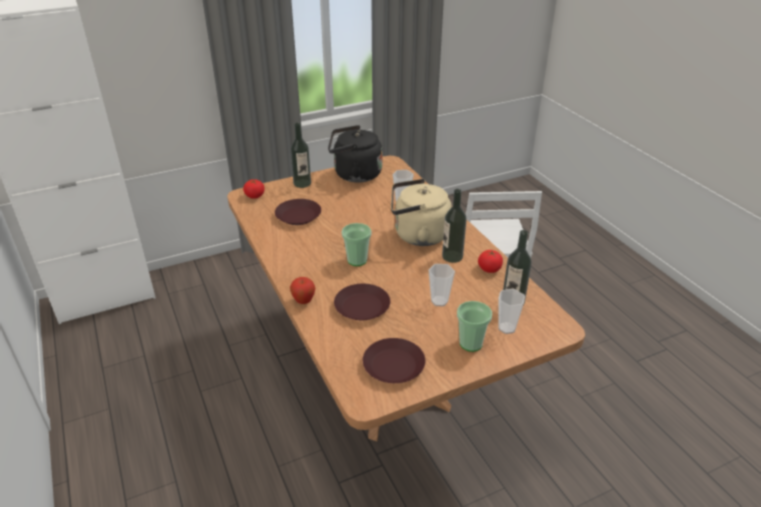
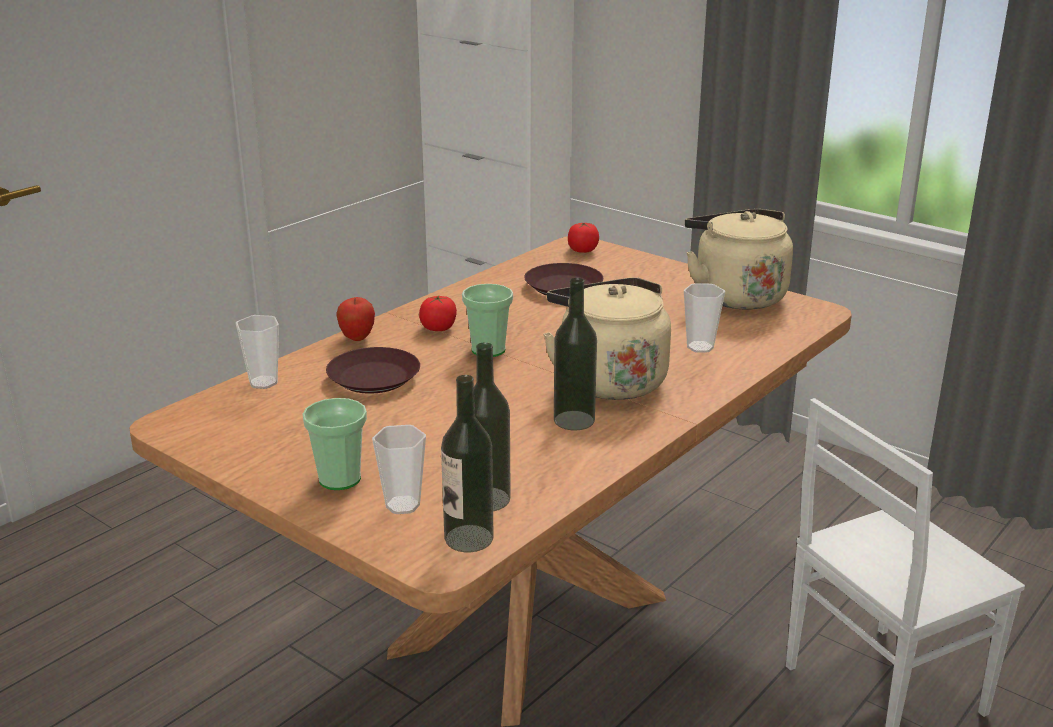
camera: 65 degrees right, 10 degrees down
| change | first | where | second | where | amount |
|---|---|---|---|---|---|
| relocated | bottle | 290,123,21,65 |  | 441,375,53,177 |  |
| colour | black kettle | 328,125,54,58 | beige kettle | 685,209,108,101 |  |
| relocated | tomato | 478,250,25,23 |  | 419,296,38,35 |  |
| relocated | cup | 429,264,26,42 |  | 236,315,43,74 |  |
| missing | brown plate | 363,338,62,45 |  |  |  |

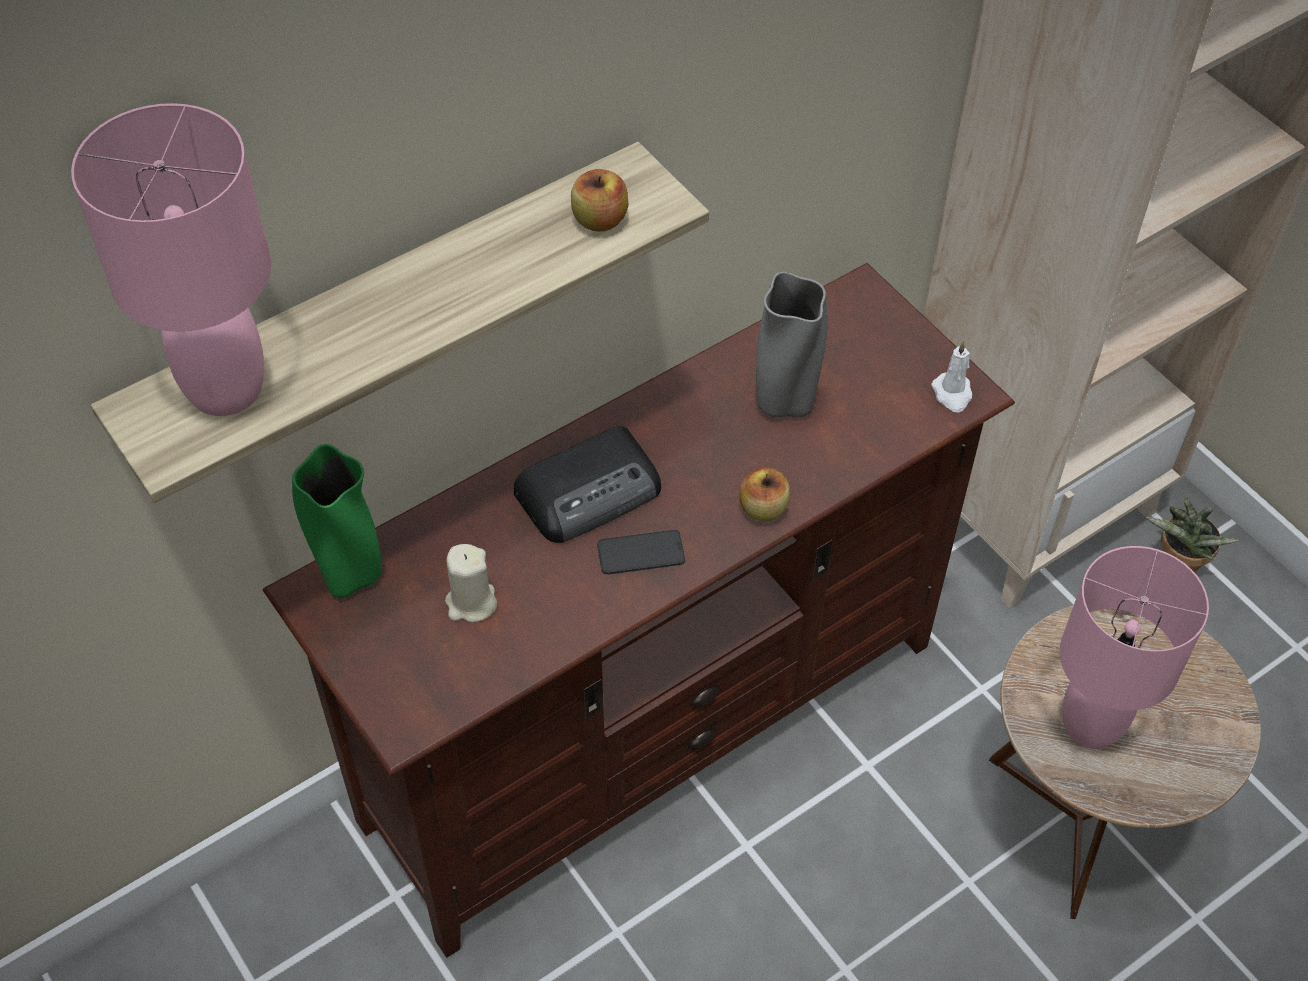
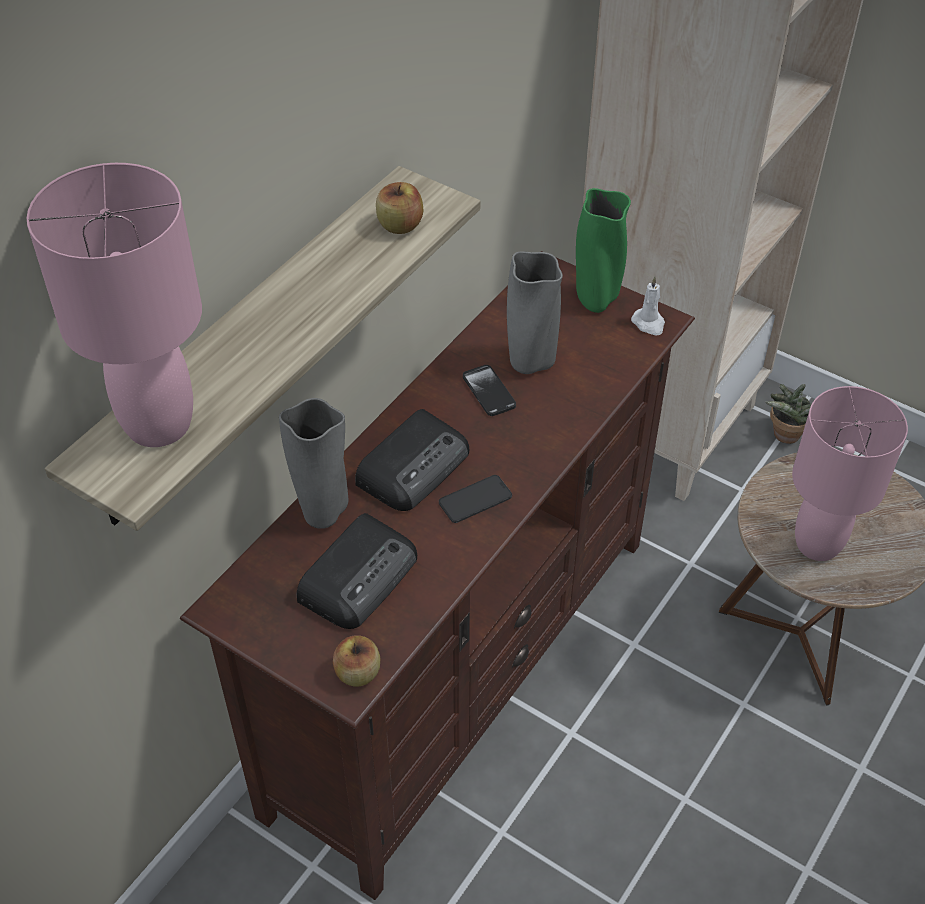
camera: 20 degrees left, 5 degrees down
| change | first | where | second | where | amount |
|---|---|---|---|---|---|
| relocated | green vase | 292,444,90,154 |  | 576,188,55,125 |  |
| relocated | apple | 740,468,50,54 |  | 333,636,47,50 |  |
| exchanged | beige candle | 445,544,52,78 | radio | 297,513,120,116 |  |
| appeared |  |  | phone | 463,365,53,51 |  |
| appeared |  |  | grey vase | 279,398,70,131 |  |

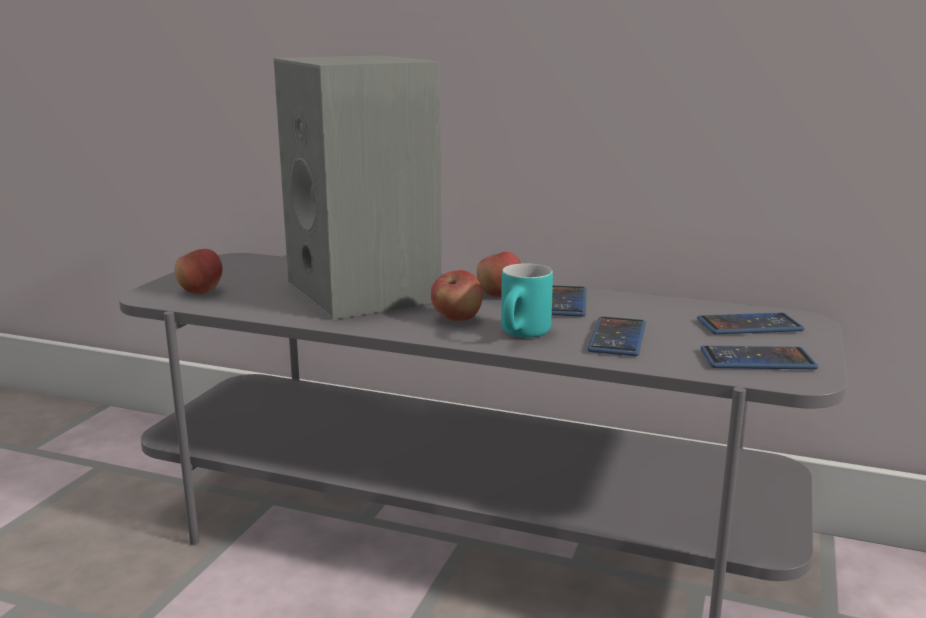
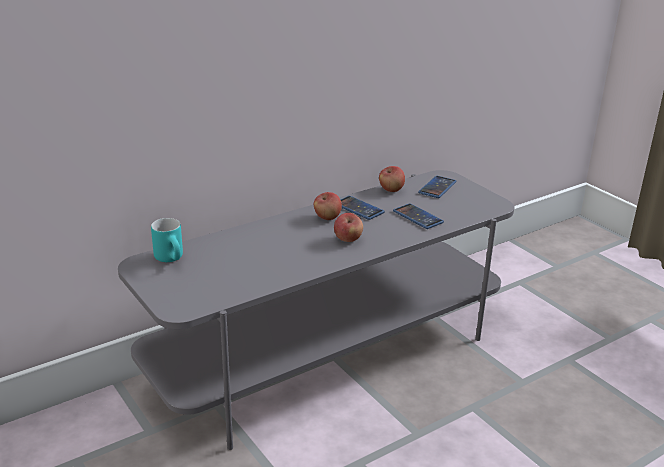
camera: 55 degrees left, 10 degrees up
| change | first | where | second | where | amount |
|---|---|---|---|---|---|
| missing | grey speaker | 274,55,168,265 |  |  |  |
| relocated | apple | 174,249,49,45 |  | 379,166,26,26 |  |
| relocated | turquoise mug | 501,263,52,74 |  | 151,218,32,44 |  |
| missing | phone | 700,346,118,23 |  |  |  |

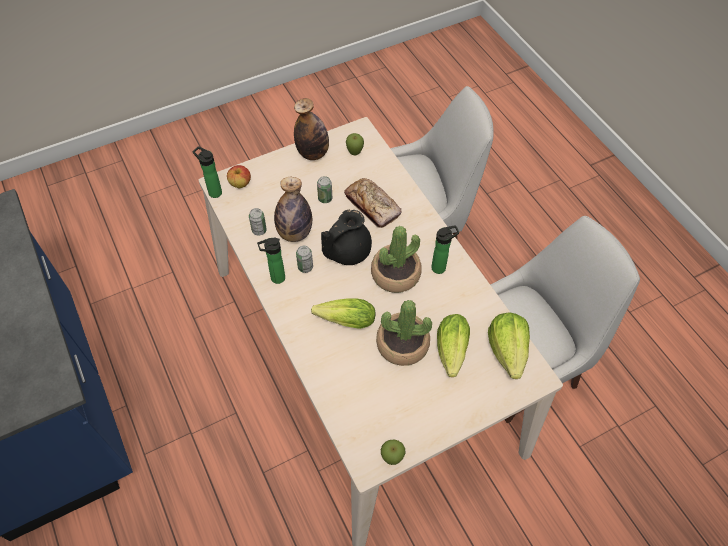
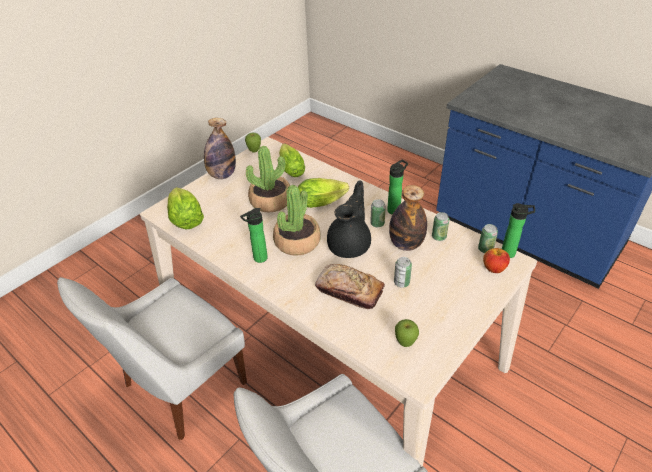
camera: 160 degrees right, 15 degrees down
| change | first | where | second | where | amount |
|---|---|---|---|---|---|
| relocated | bottle | 294,98,35,62 |  | 204,118,32,61 |  |
| relocated | lettuce | 437,314,33,63 |  | 279,143,26,34 |  |
| appeared |  |  | can | 478,224,20,29 |  |

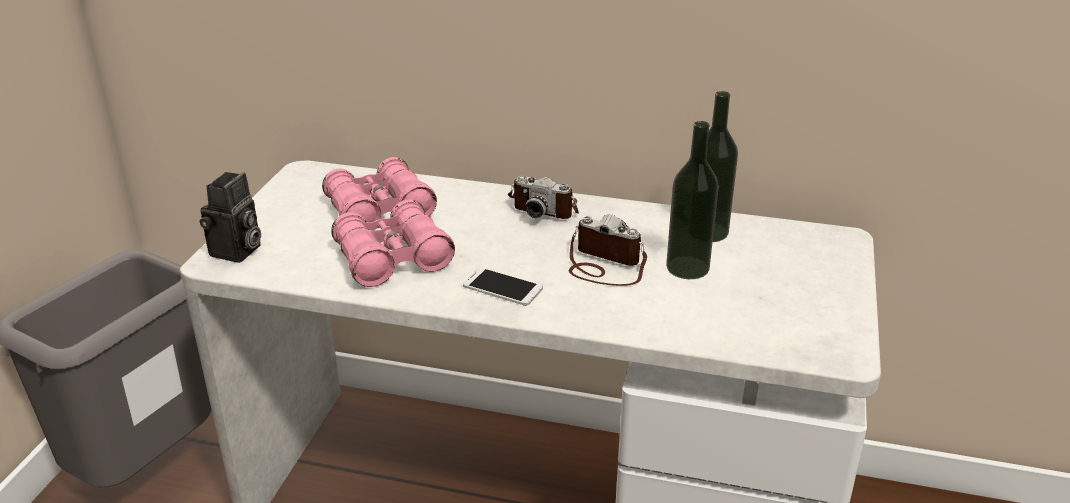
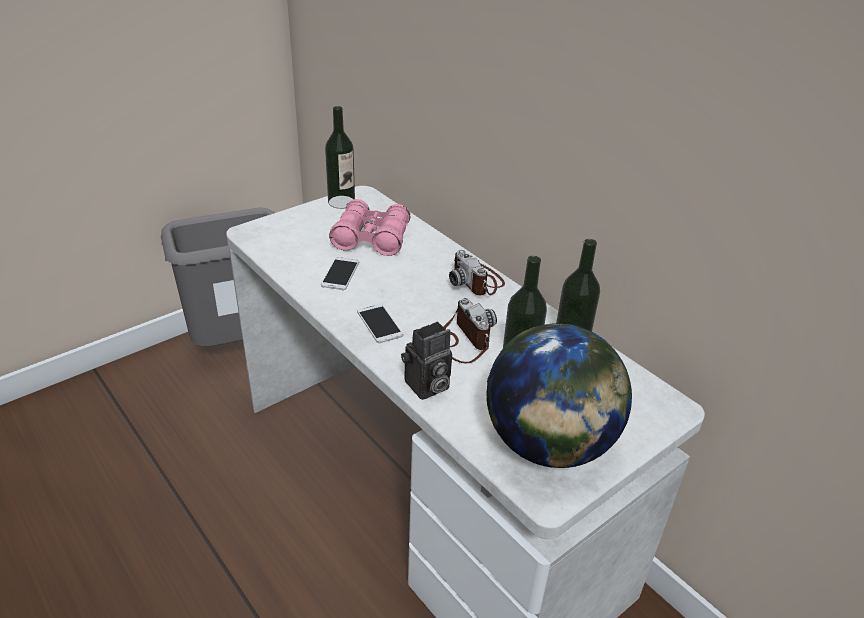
camera: 35 degrees right, 5 degrees up
| change | first | where | second | where | amount |
|---|---|---|---|---|---|
| relocated | photo camera | 199,172,62,91 |  | 401,321,51,79 |  |
| exchanged | pink binoculars | 331,199,124,88 | phone | 321,257,38,33 |  |
| appeared |  |  | bottle | 325,106,30,103 |  |
| appeared |  |  | globe | 486,323,146,145 |  |

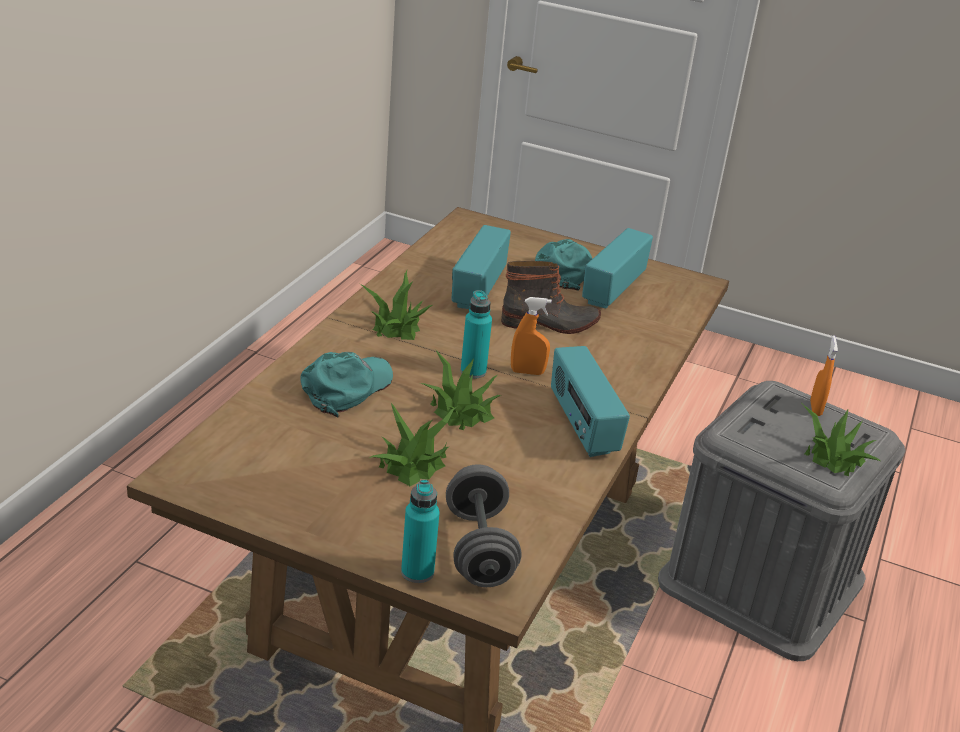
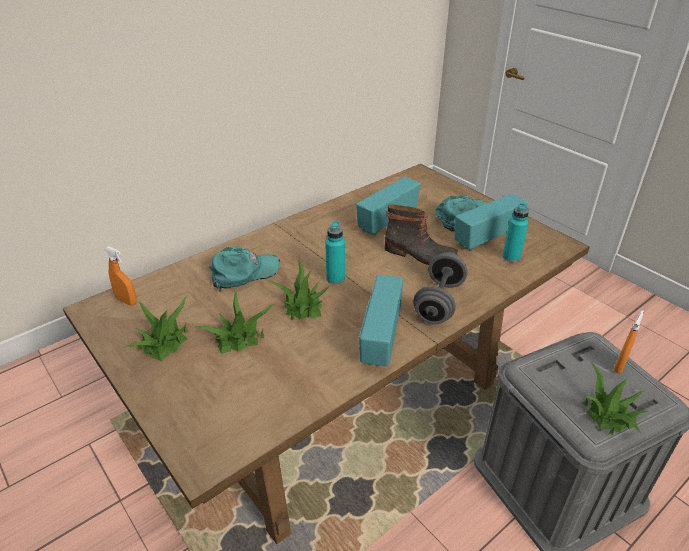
camera: 30 degrees right, 5 degrees up
| change | first | where | second | where | amount |
|---|---|---|---|---|---|
| relocated | potted plant | 360,270,73,70 |  | 123,294,66,67 |  |
| relocated | orange spray bottle | 511,297,41,78 |  | 105,246,32,60 |  |
| relocated | grey dumbbell | 446,464,75,123 |  | 413,252,55,72 |  |
| relocated | turquoise bottle | 401,480,39,103 |  | 502,203,27,59 |  |

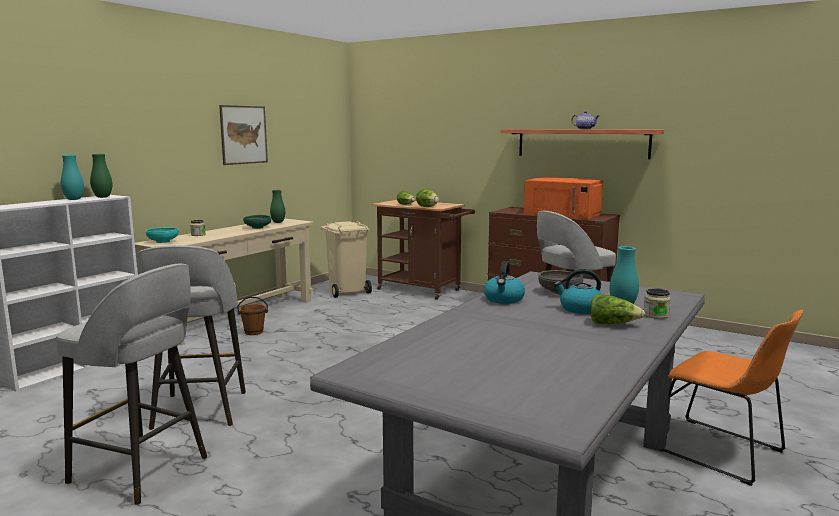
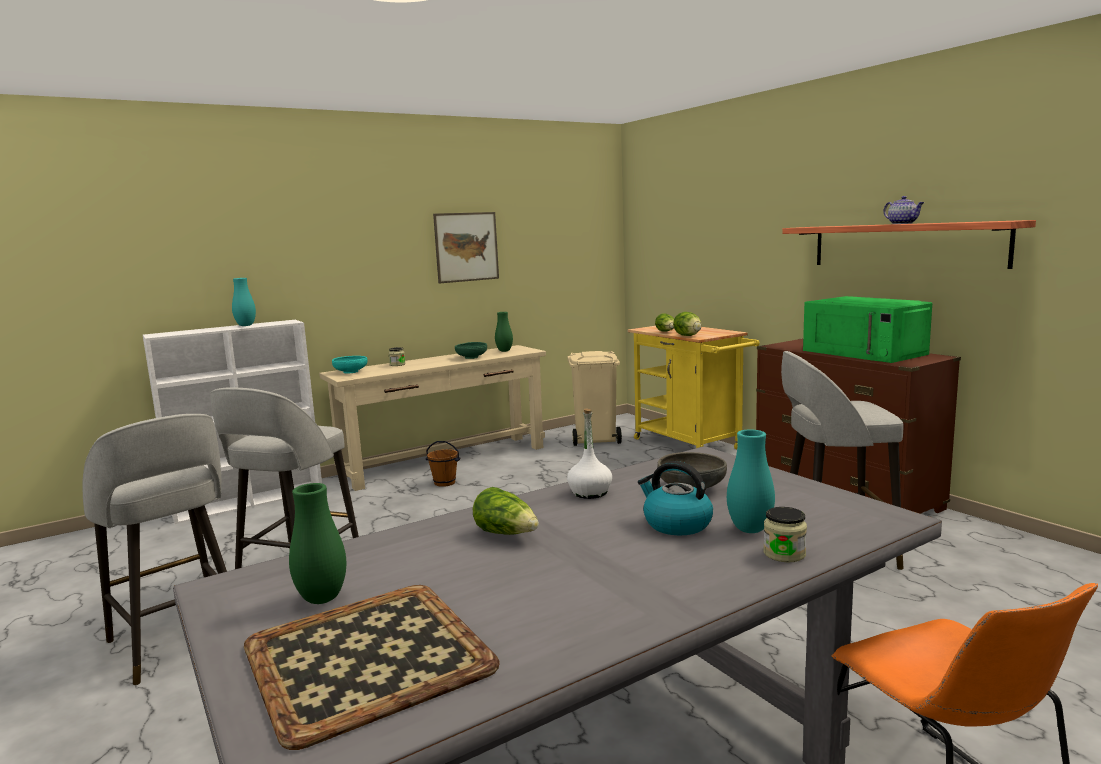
camera: 25 degrees right, 0 degrees up
| change | first | where | second | where | amount |
|---|---|---|---|---|---|
| relocated | green vase | 90,154,22,44 |  | 289,483,57,121 |  |
| colour | orange microwave | 524,177,79,42 | green microwave | 803,296,129,67 |  |
| colour | brown cart | 372,200,103,100 | yellow cart | 627,326,133,123 |  |
| exchanged | kettle | 484,261,41,43 | white bottle | 567,409,45,90 |  |
| relocated | lettuce | 590,294,55,31 |  | 473,487,66,48 |  |
| appeared |  |  | tray | 244,585,256,165 |  |

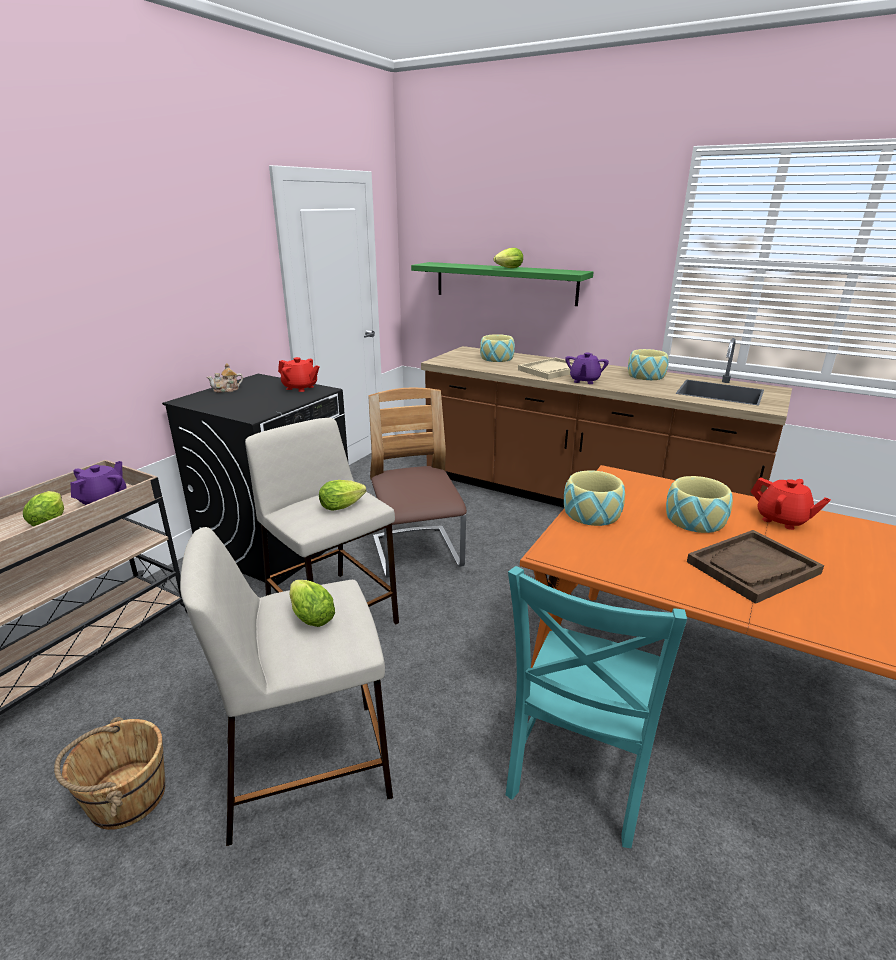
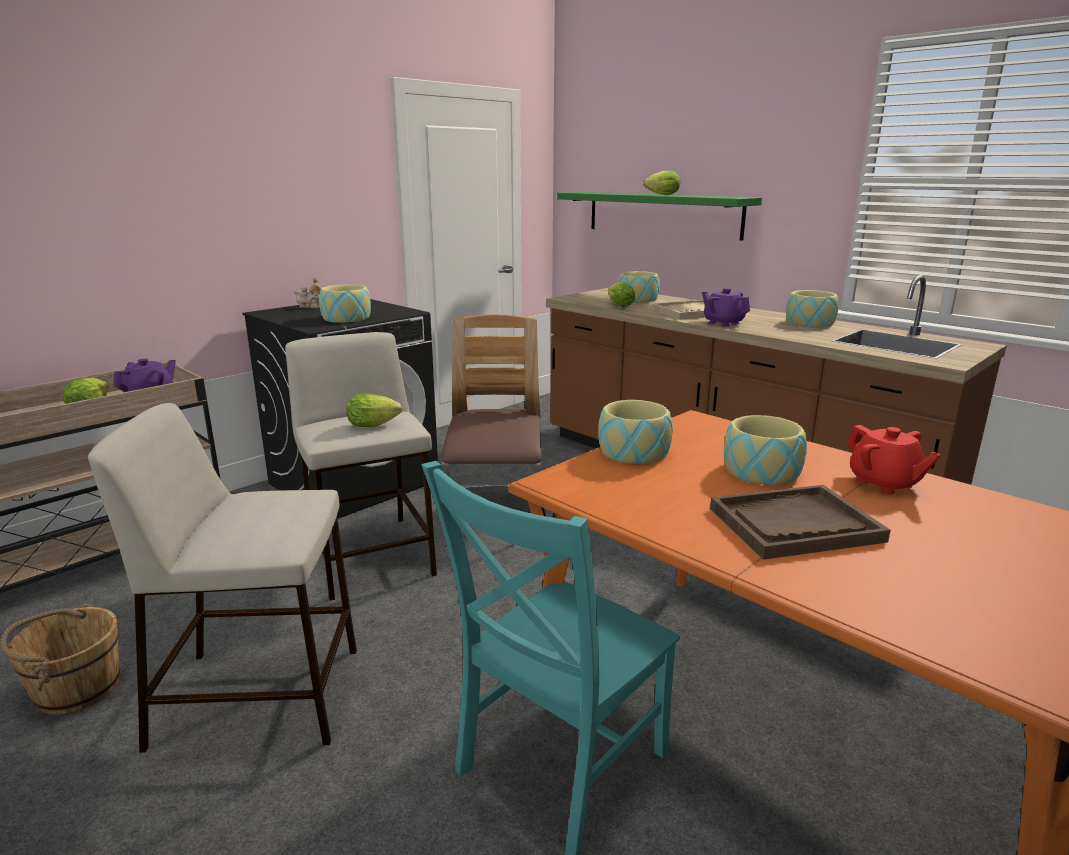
camera: 15 degrees right, 5 degrees down
| change | first | where | second | where | amount |
|---|---|---|---|---|---|
| spun | purple teapot | 565,353,44,31 |  | 702,288,48,39 | 105 degrees clockwise |
| missing | red teapot | 278,357,42,35 |  |  |  |
| relocated | lettuce | 289,580,46,47 |  | 608,282,27,25 |  |
| appeared |  |  | bowl | 319,284,52,39 |  |

